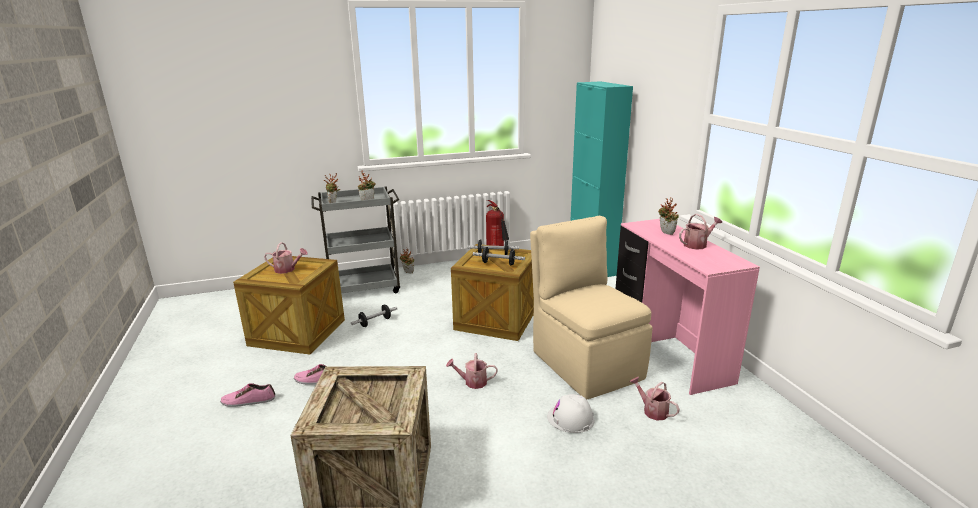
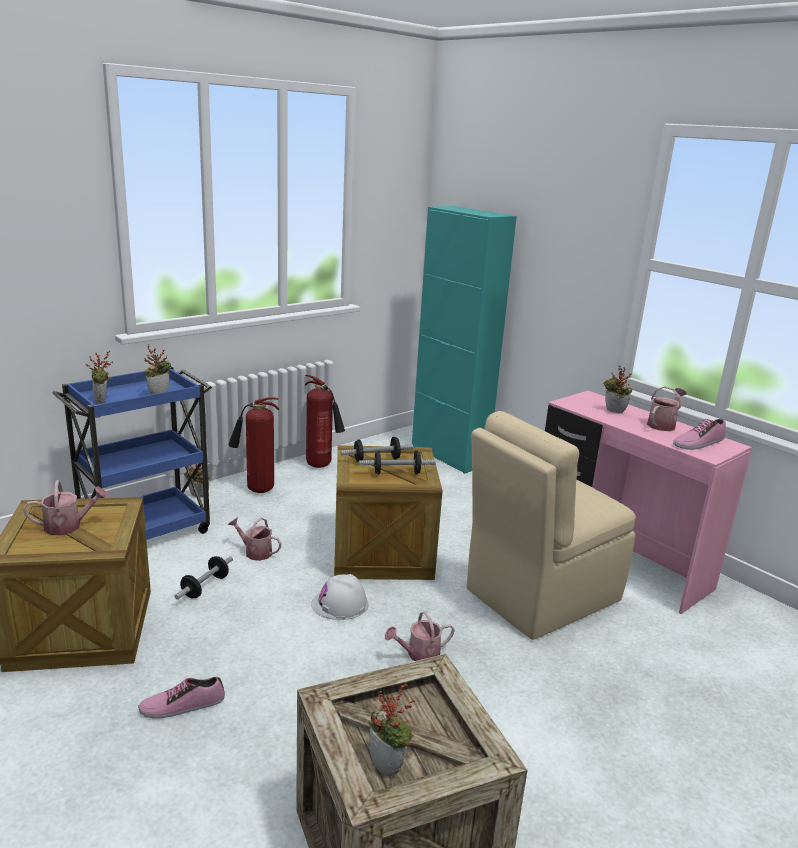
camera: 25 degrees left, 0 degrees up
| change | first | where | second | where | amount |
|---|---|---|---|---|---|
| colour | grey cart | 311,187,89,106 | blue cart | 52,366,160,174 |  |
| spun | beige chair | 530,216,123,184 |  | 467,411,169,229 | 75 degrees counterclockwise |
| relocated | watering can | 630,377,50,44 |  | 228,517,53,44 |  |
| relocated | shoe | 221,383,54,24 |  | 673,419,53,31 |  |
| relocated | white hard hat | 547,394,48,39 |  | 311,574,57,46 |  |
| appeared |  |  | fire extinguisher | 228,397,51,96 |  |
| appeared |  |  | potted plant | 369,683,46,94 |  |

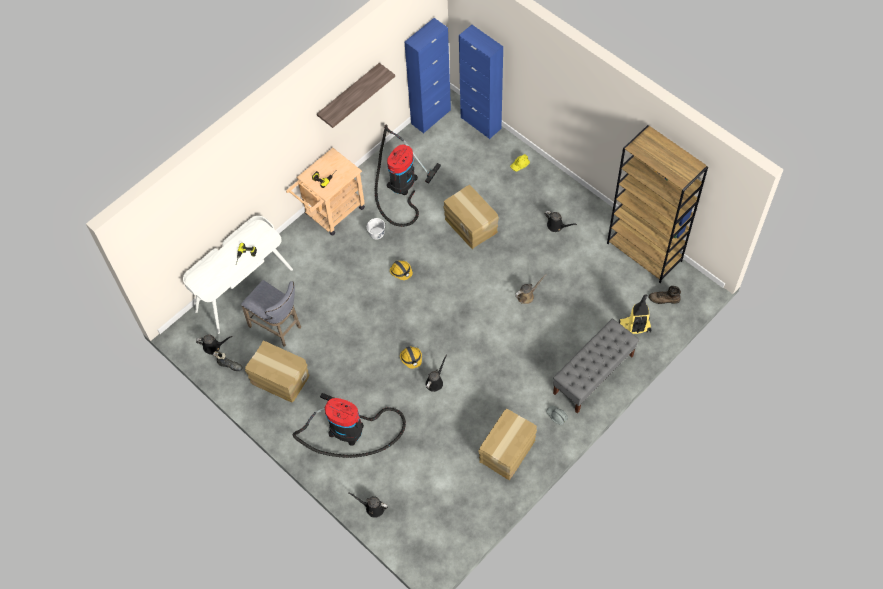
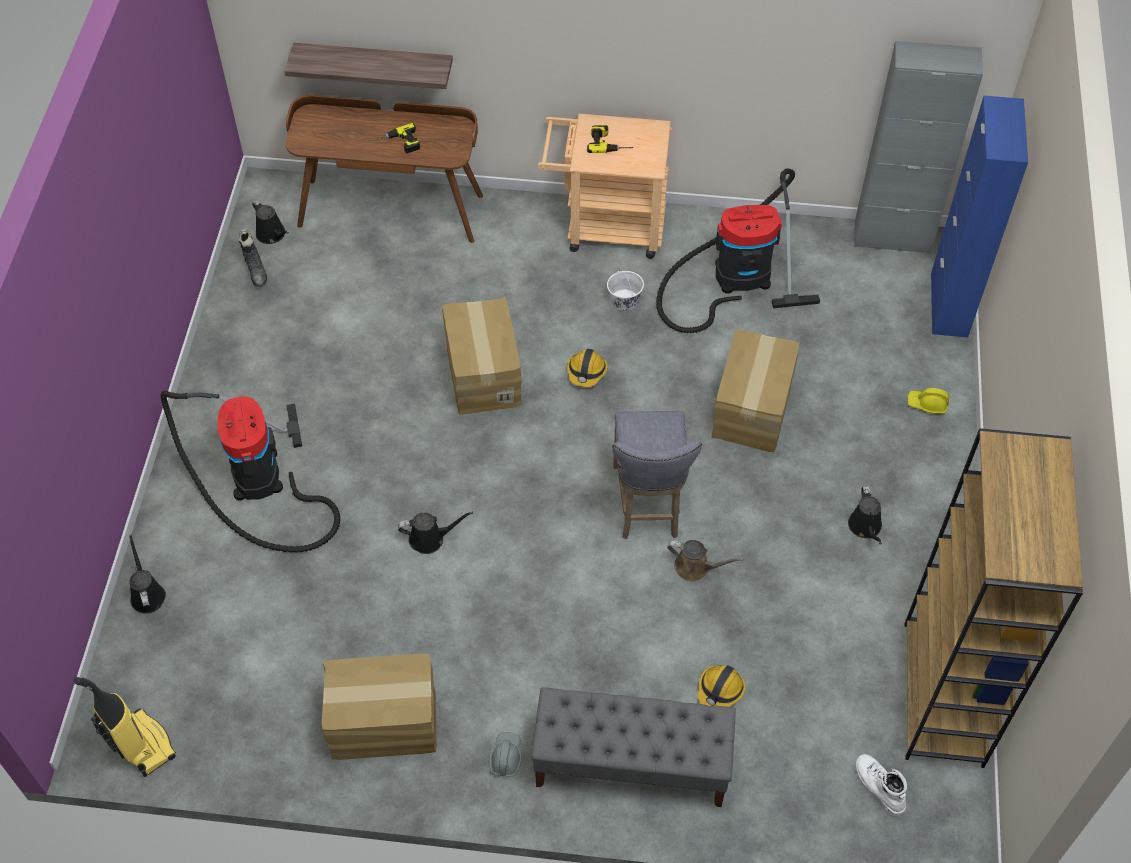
camera: 50 degrees right, 5 degrees down
| change | first | where | second | where | amount |
|---|---|---|---|---|---|
| colour | blue cabinet | 405,18,46,115 | grey cabinet | 854,41,129,213 |  |
| relocated | shelf | 317,63,78,65 |  | 284,43,169,46 |  |
| colour | white desk | 183,216,110,118 | brown desk | 286,95,197,148 |  |
| relocated | grey stool | 241,280,60,67 |  | 612,411,90,128 |  |
| colour | brown boot | 649,286,32,18 | white boot | 856,754,51,62 |  |
| relocated | vacuum cleaner | 619,295,33,39 |  | 73,677,103,100 |  |
| relocated | cardboard box | 245,341,64,62 |  | 442,297,80,118 |  |
| relocated | hard hat | 400,346,22,23 |  | 698,665,48,42 |  |

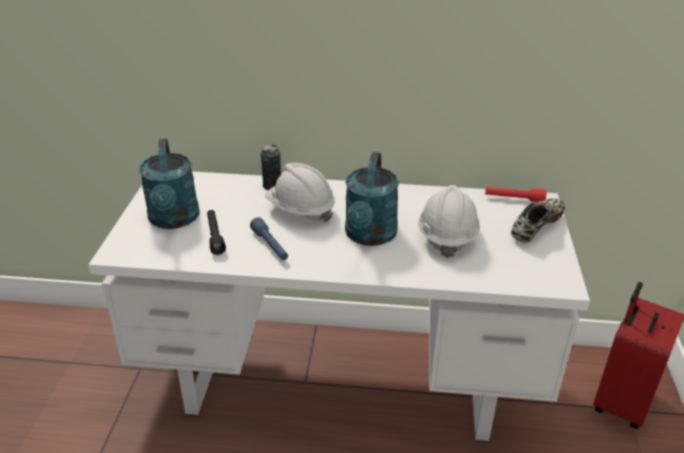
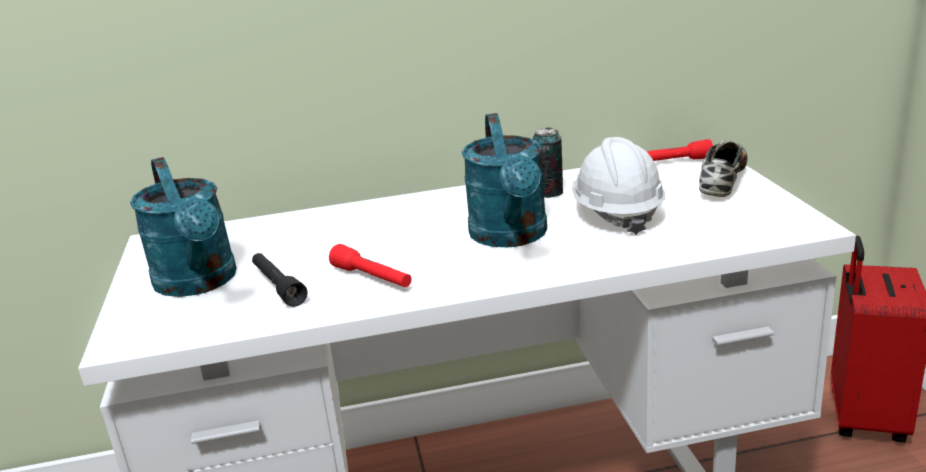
camera: 15 degrees left, 10 degrees down
| change | first | where | second | where | amount |
|---|---|---|---|---|---|
| relocated | can | 261,145,20,45 |  | 533,128,30,70 |  |
| missing | white hard hat | 265,163,70,59 |  |  |  |
| colour | blue flashlight | 250,217,38,43 | red flashlight | 329,244,83,43 |  |

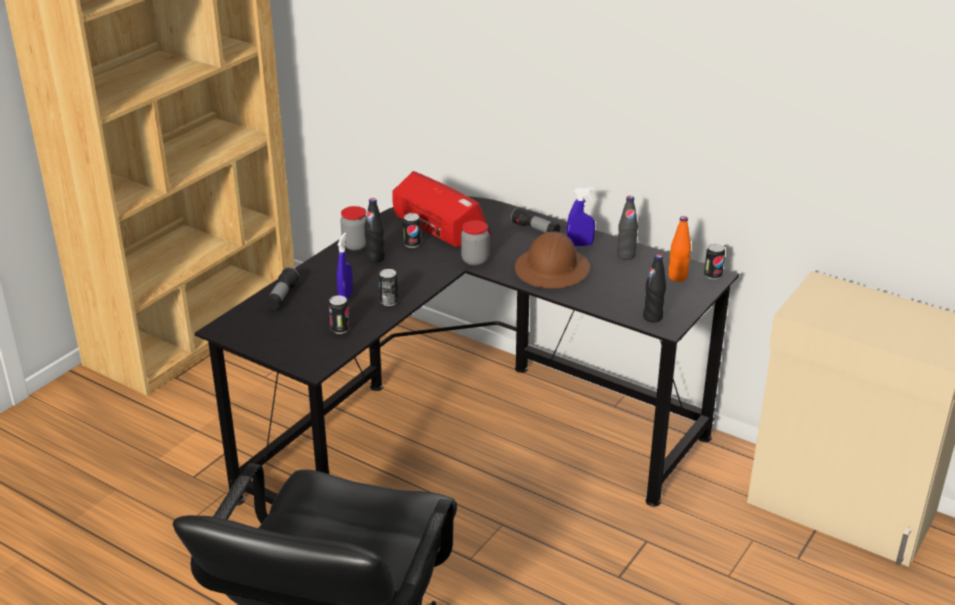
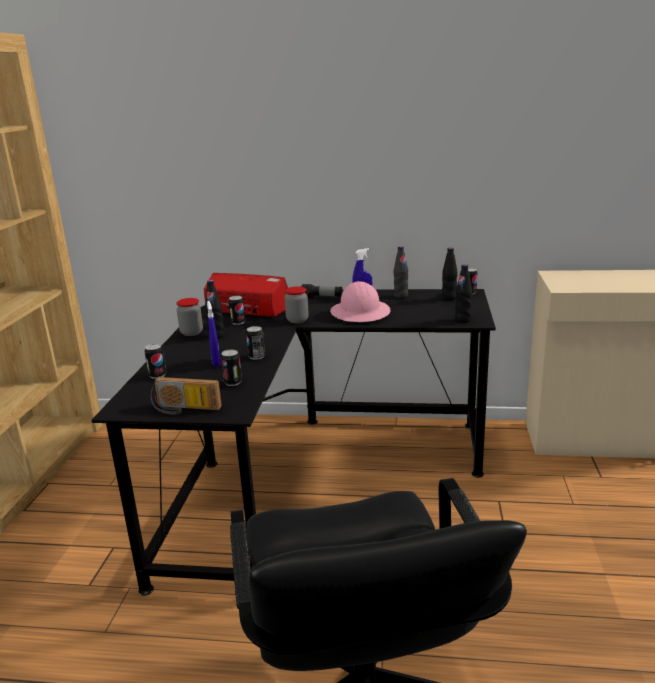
camera: 25 degrees left, 10 degrees down
| change | first | where | second | where | amount |
|---|---|---|---|---|---|
| colour | orange bottle | 668,216,23,66 | black bottle | 442,247,16,54 |  |
| colour | brown hard hat | 515,231,75,58 | pink hard hat | 330,281,60,41 |  |
| exchanged | flashlight | 265,267,34,43 | can | 144,344,22,35 |  |
| appeared |  |  | radio | 151,377,71,37 |  |

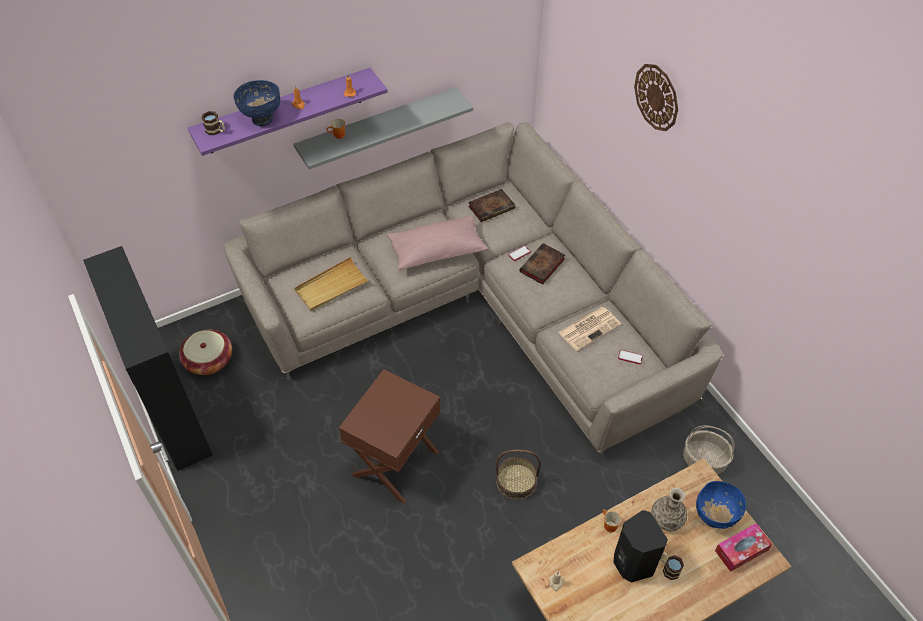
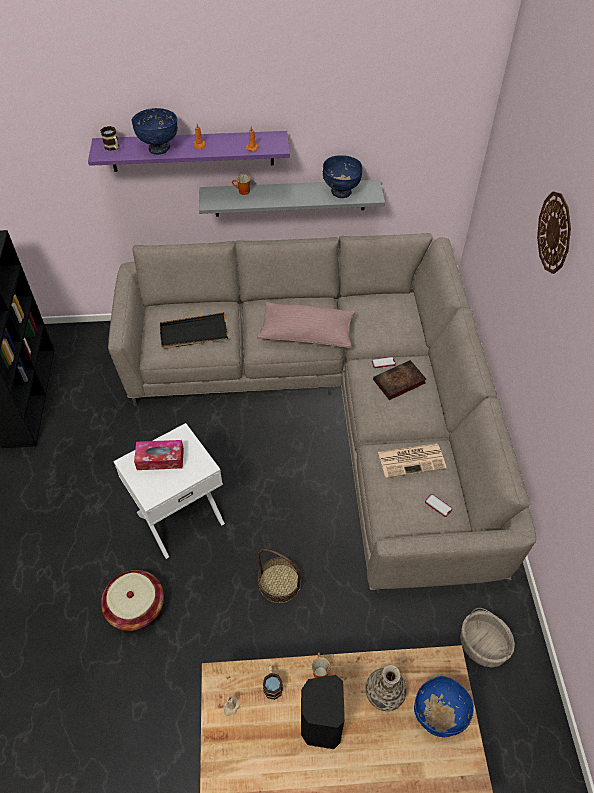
camera: 25 degrees right, 0 degrees up
| change | first | where | second | where | amount |
|---|---|---|---|---|---|
| missing | book | 468,189,47,33 |  |  |  |
| colour | beige tray | 294,257,76,55 | black tray | 160,312,68,37 |  |
| relocated | basket | 179,330,53,45 |  | 101,570,63,61 |  |
| colour | brown side table | 339,369,101,135 | white side table | 113,423,112,136 |  |
| relocated | tissue box | 715,523,57,49 |  | 134,440,50,30 |  |
| relocated | mug | 661,552,23,28 |  | 263,666,20,34 |  |
| appeared |  |  | blue bowl | 323,155,39,43 |  |

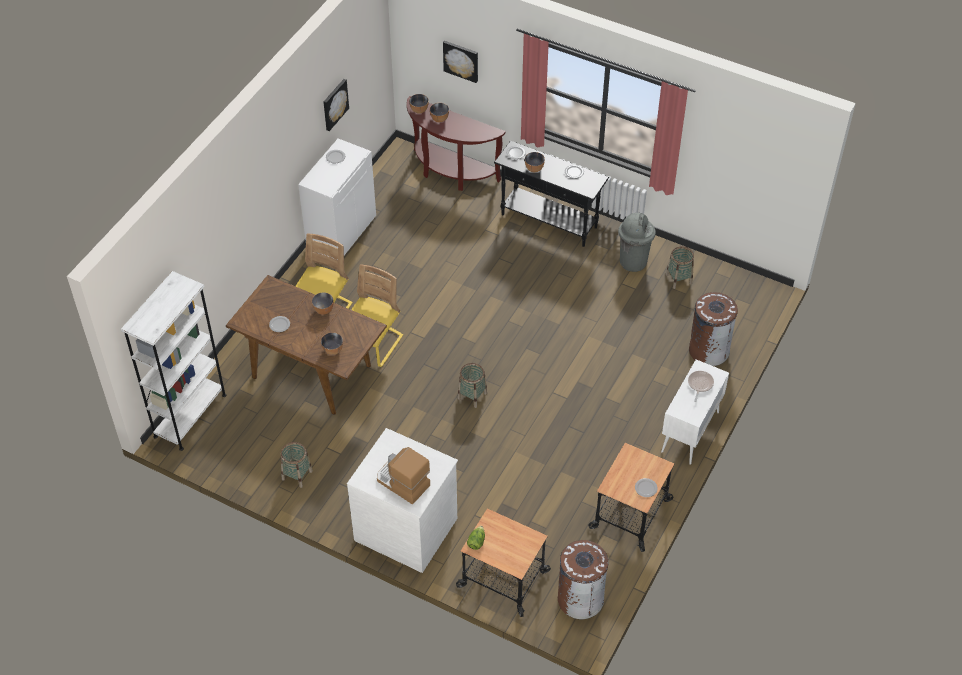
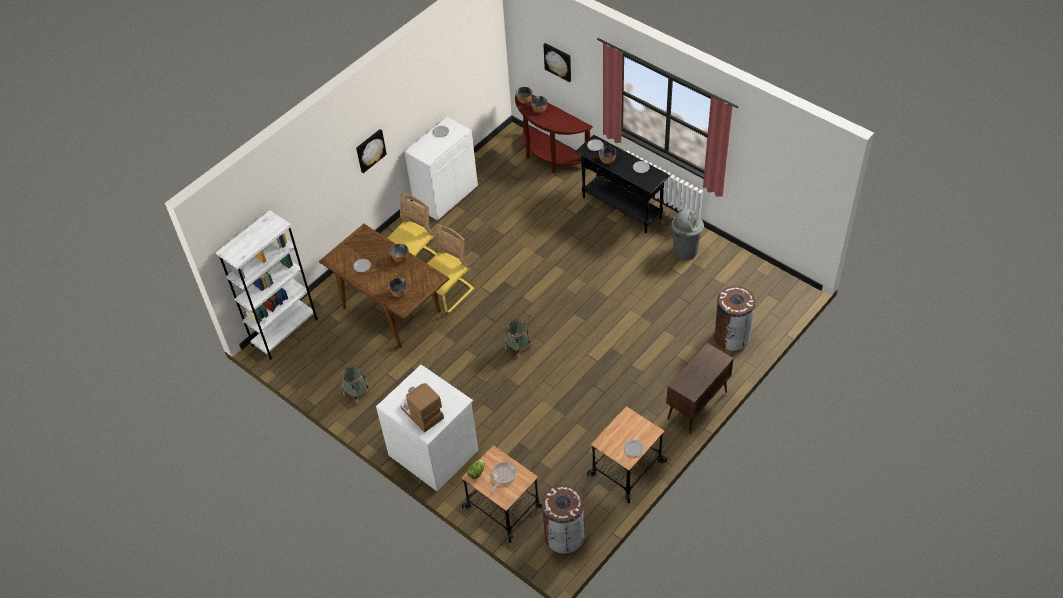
camera: 15 degrees right, 0 degrees up
| change | first | where | second | where | amount |
|---|---|---|---|---|---|
| relocated | picture | 323,79,26,52 |  | 356,129,31,44 |  |
| missing | basket | 666,246,28,43 |  |  |  |
| colour | white cabinet | 661,360,68,105 | brown cabinet | 666,343,68,91 |  |
| relocated | frying pan | 688,371,26,31 |  | 491,462,25,31 |  |

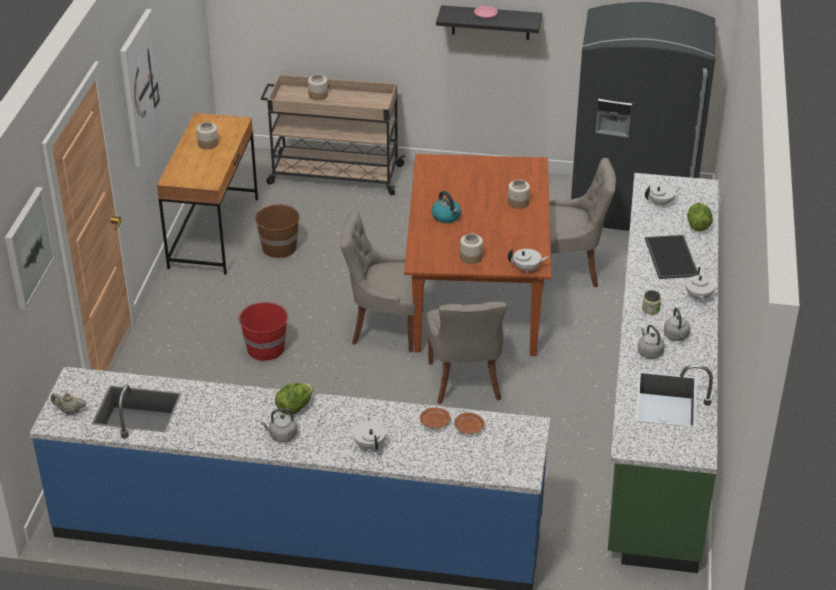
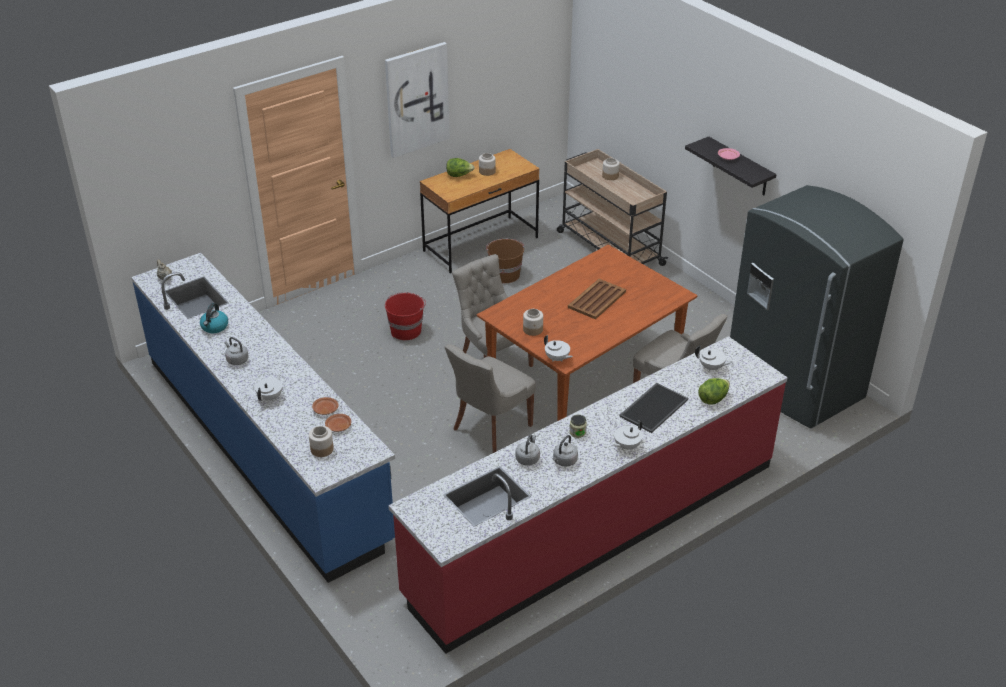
camera: 45 degrees right, 0 degrees up
| change | first | where | second | where | amount |
|---|---|---|---|---|---|
| colour | green counter | 608,173,110,400 | red counter | 388,336,400,318 |  |
| relocated | jar | 508,180,22,29 |  | 309,426,25,31 |  |
| missing | picture | 5,187,51,123 |  |  |  |
| relocated | kettle | 431,191,30,32 |  | 200,303,28,30 |  |
| relocated | lettuce | 275,383,39,32 |  | 446,158,29,19 |  |
| appeared |  |  | brown tray | 568,279,58,40 |  |

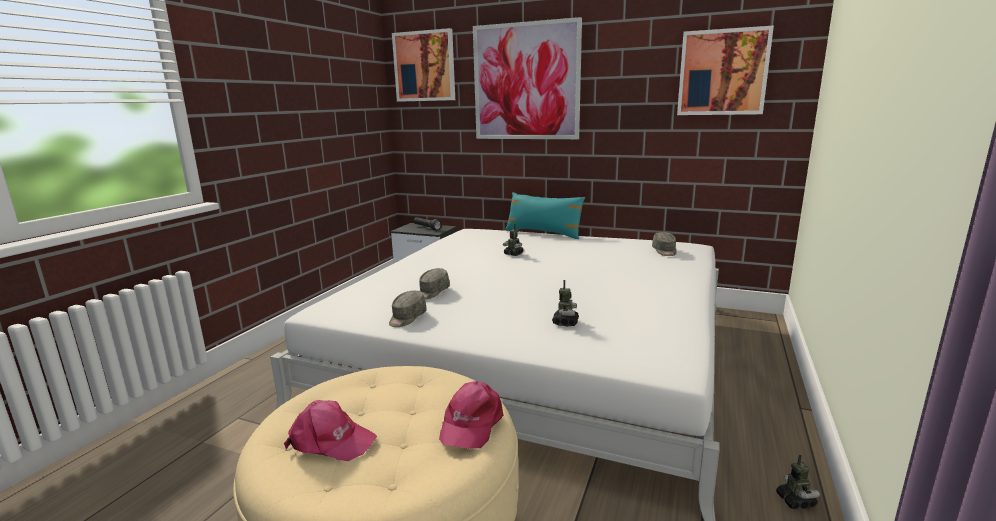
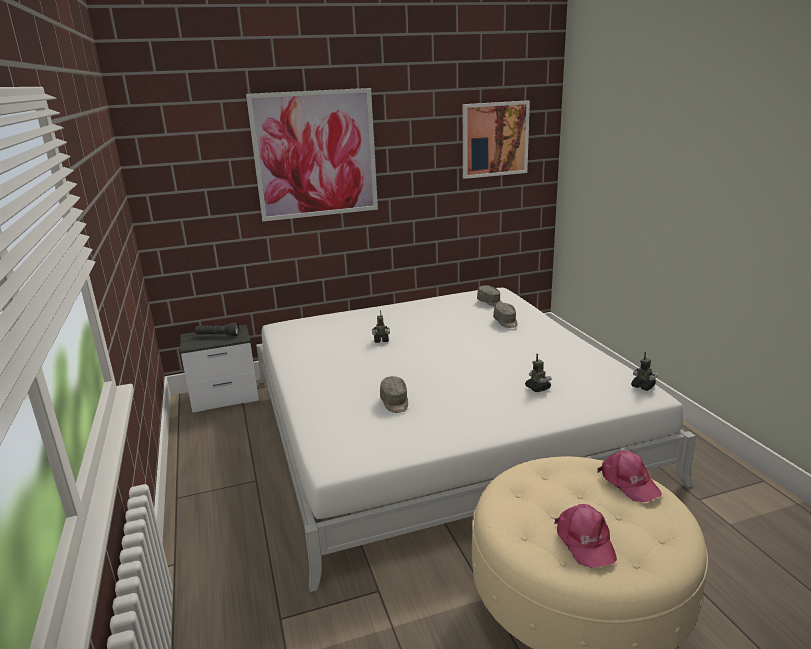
camera: 40 degrees left, 5 degrees up
| change | first | where | second | where | amount |
|---|---|---|---|---|---|
| missing | picture | 392,28,63,74 |  |  |  |
| missing | turquoise pillow | 505,192,80,47 |  |  |  |
| relocated | grey cap | 389,291,38,36 |  | 493,303,24,25 |  |
| spun | pink cap | 284,400,93,61 |  | 554,504,63,64 | 105 degrees clockwise |
| relocated | toy robot | 776,455,44,55 |  | 631,352,27,39 |  |

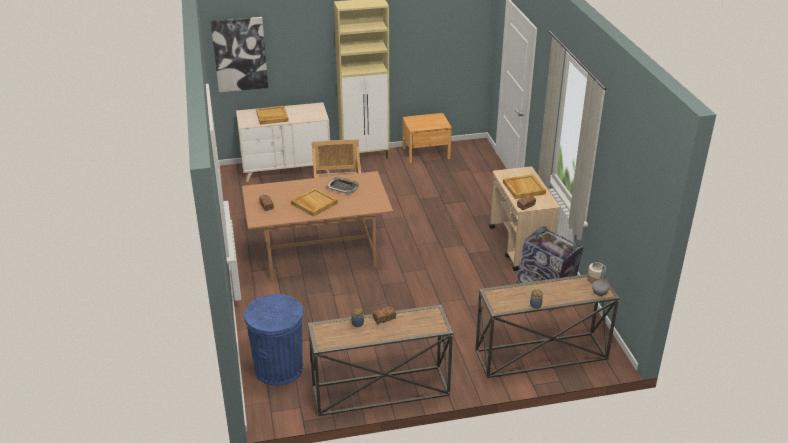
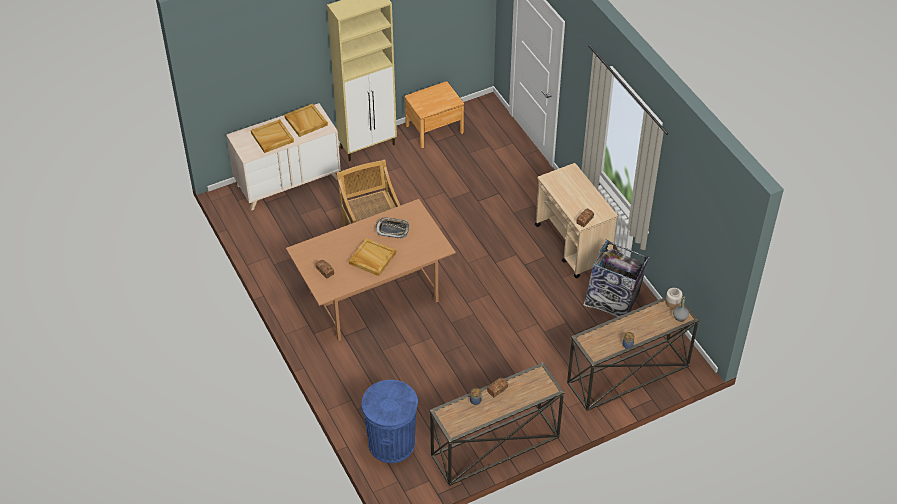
camera: 15 degrees left, 15 degrees up
| change | first | where | second | where | amount |
|---|---|---|---|---|---|
| missing | picture | 211,17,57,75 |  |  |  |
| relocated | beige tray | 503,174,43,25 |  | 284,104,44,33 |  |

